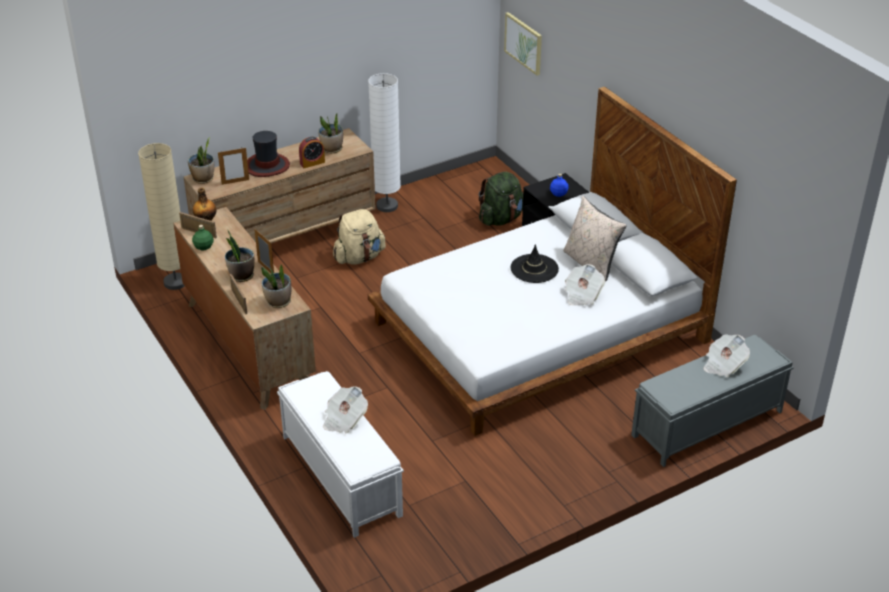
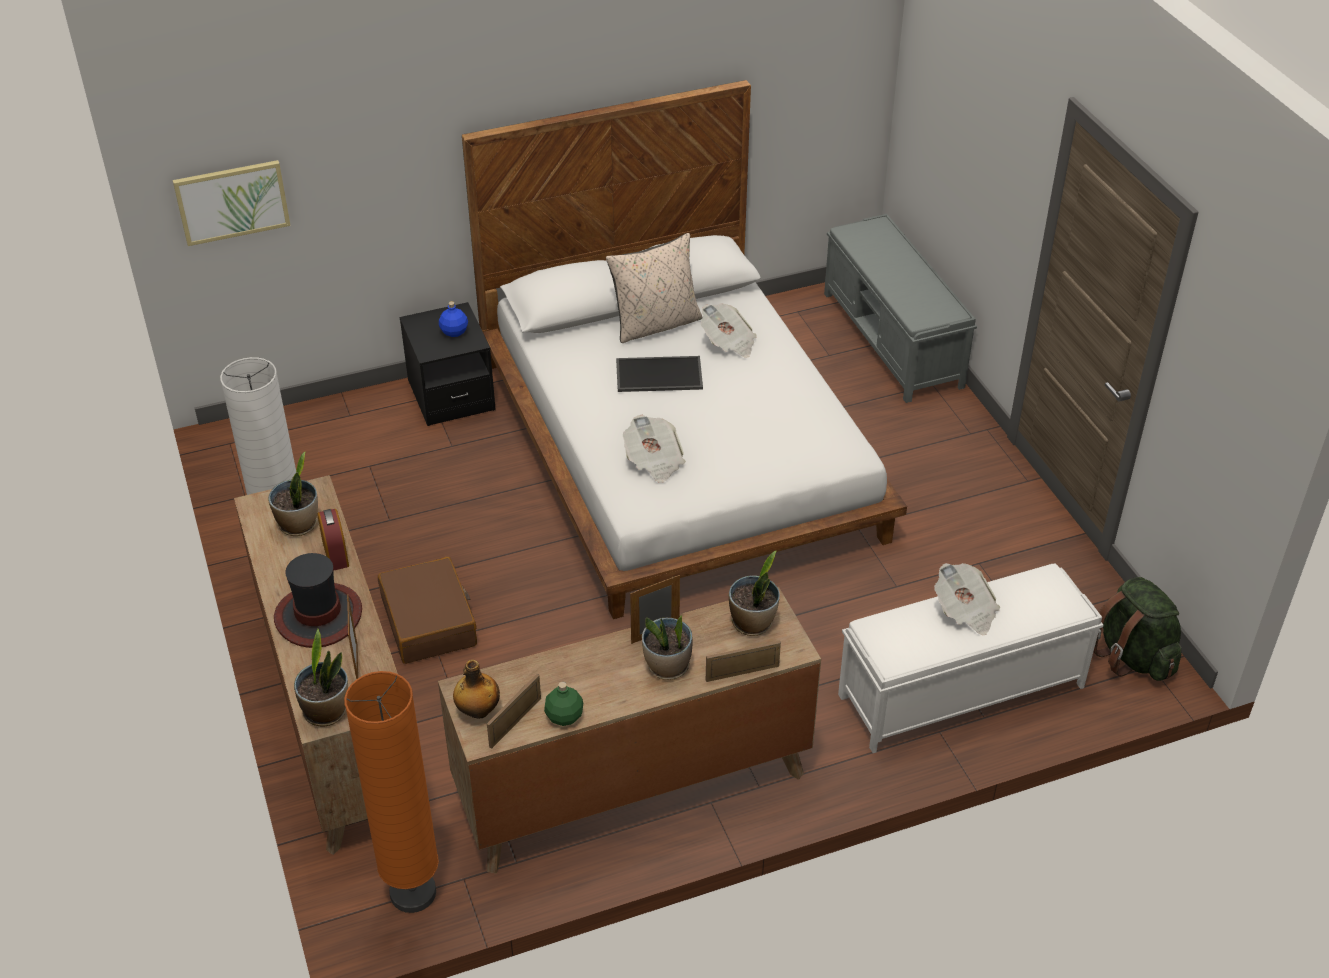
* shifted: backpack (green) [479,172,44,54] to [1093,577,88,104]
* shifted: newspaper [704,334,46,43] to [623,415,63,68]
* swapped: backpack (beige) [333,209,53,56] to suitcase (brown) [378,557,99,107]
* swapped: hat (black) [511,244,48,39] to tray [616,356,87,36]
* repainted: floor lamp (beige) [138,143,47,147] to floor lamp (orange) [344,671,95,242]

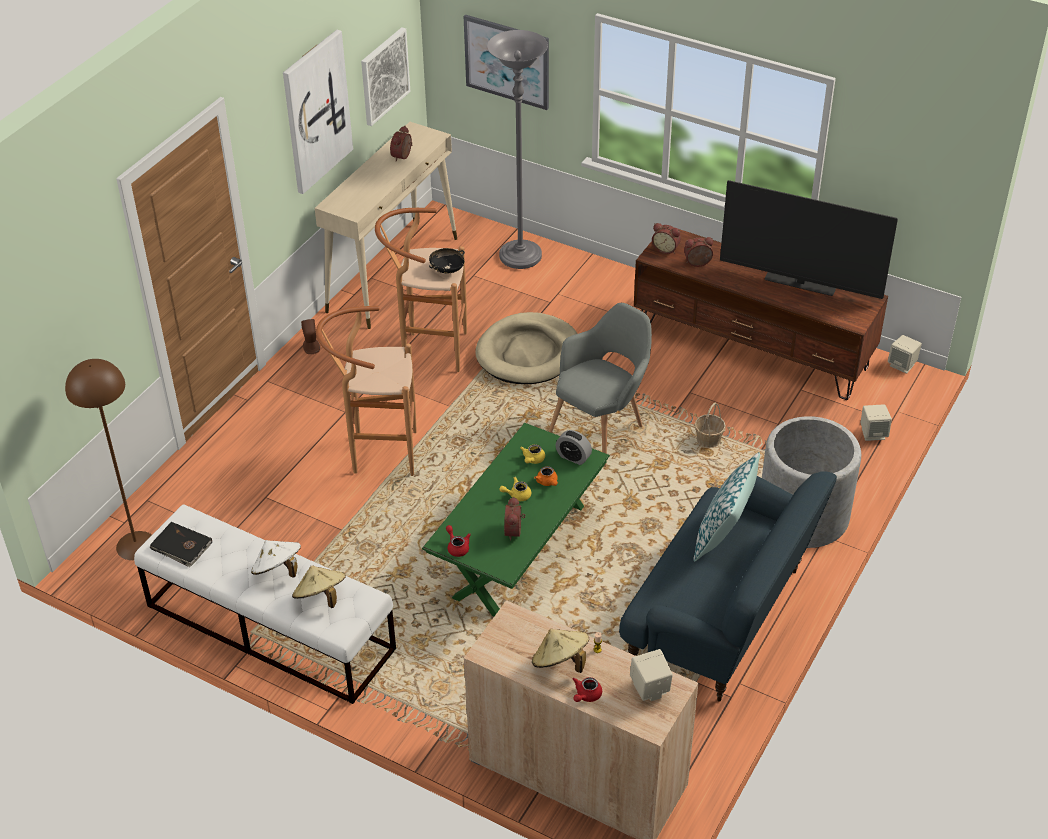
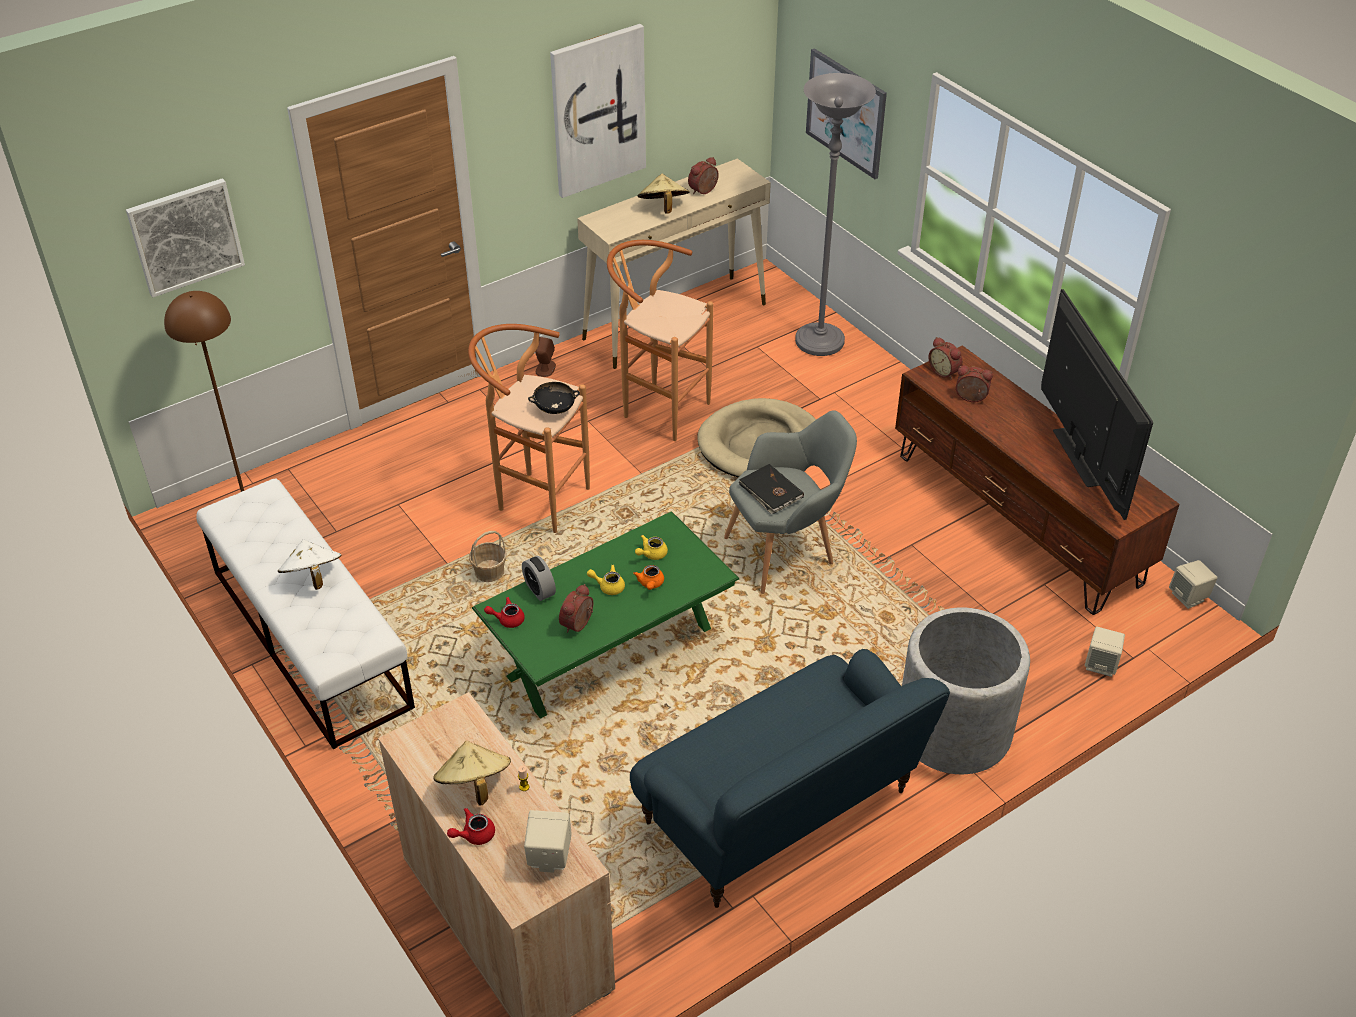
* gone: pillow [693,452,67,110]
* shifted: book (black) [150,522,62,45] to [738,464,66,50]
* shifted: hat (beige) [292,565,54,43] to [638,174,52,40]
* shifted: picture [361,27,49,99] to [126,178,119,119]
* shifted: bowl (black) [429,248,36,25] to [528,382,52,32]
* shifted: alarm clock [556,430,36,35] to [522,556,34,45]
* shifted: basket [694,402,32,46] to [469,531,38,51]
* rotated: teapot (red) [446,525,25,32] = [484,597,41,31] 90 degrees counterclockwise
* rotated: television [720,180,178,119] = [1041,289,112,231] 150 degrees counterclockwise

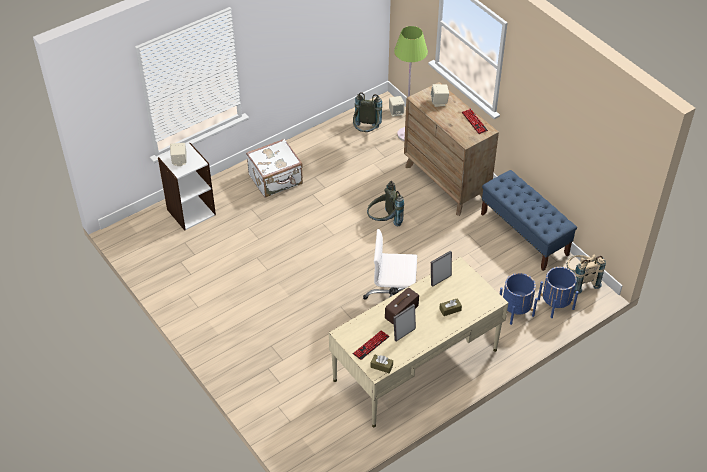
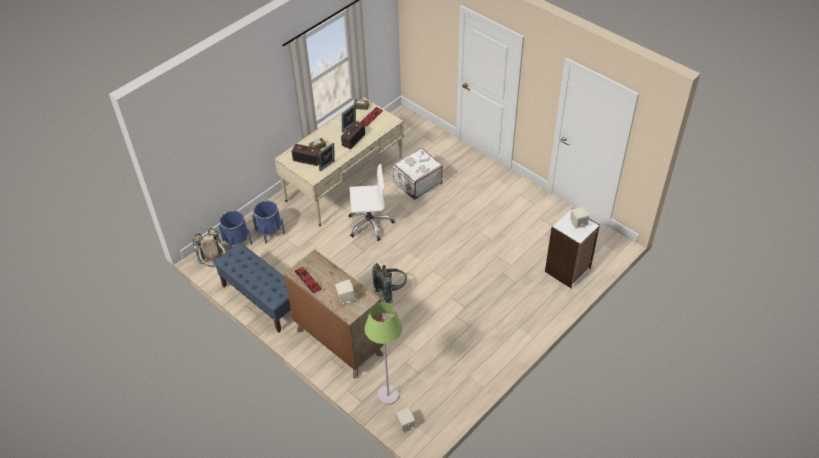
* gone: backpack (grey) [353,92,29,40]
* new: radio [292,144,29,22]
* shifted: suitcase (white) [246,139,57,59] to [392,147,51,53]

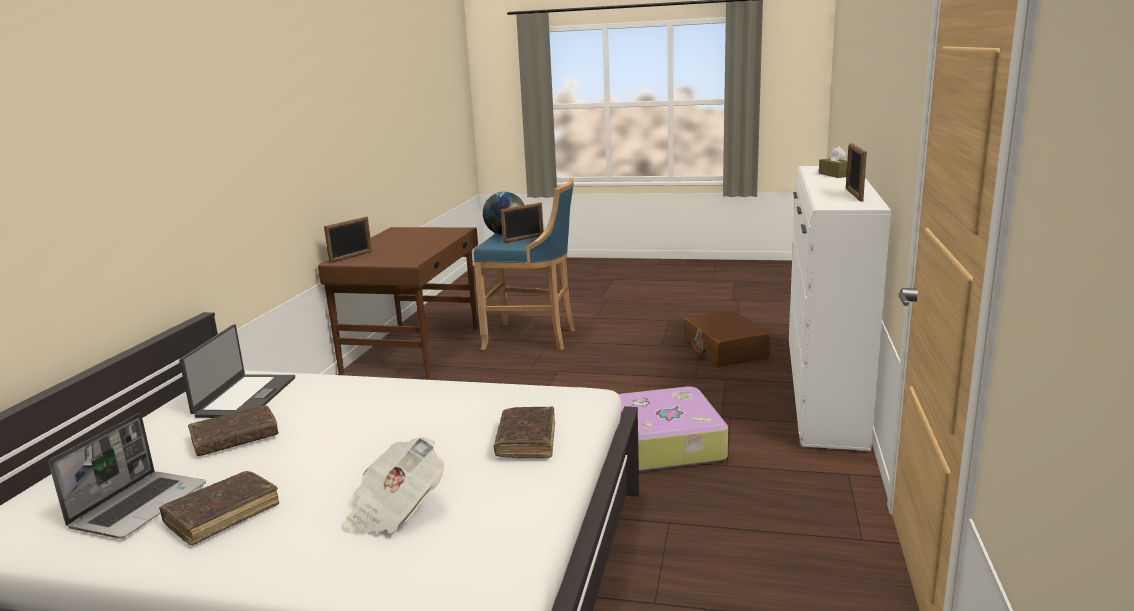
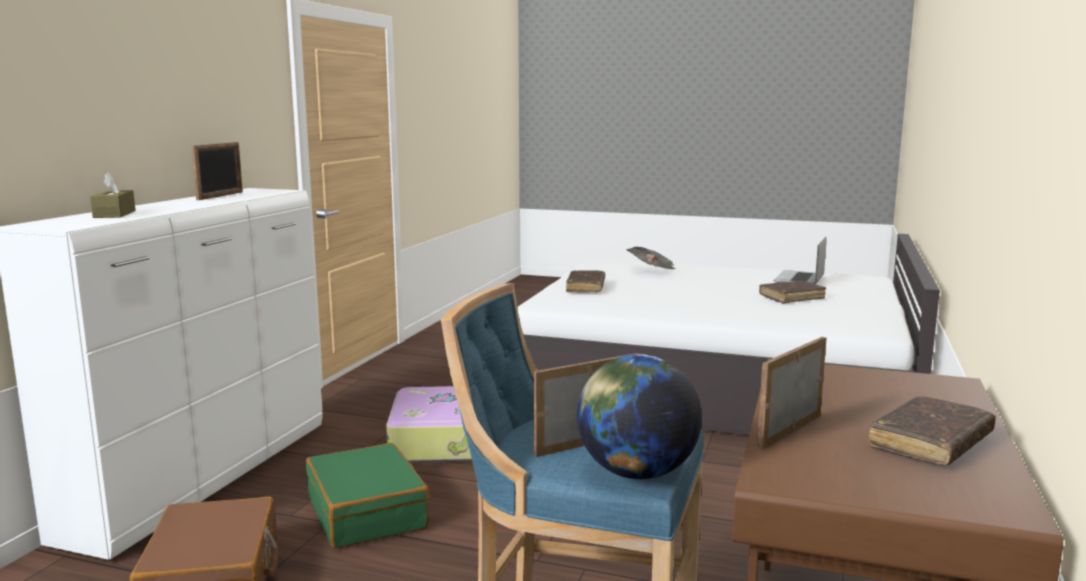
* gone: laptop [179,324,116,94]
* new: suitcase (green) [306,443,124,105]
* shifted: book (brown) [159,471,120,74] to [869,396,127,70]
* shifted: picture frame [324,217,48,46] to [757,337,69,113]

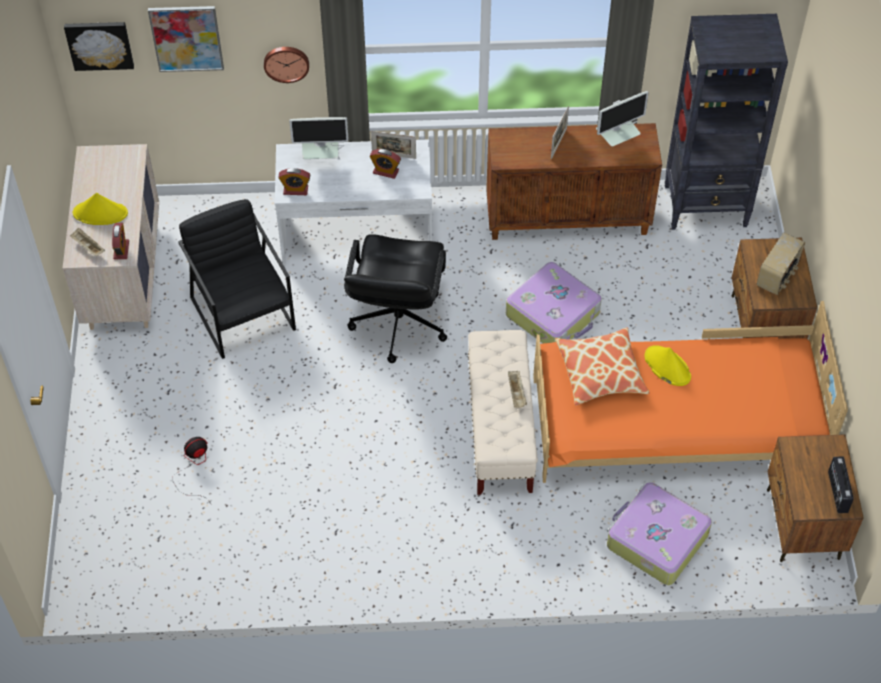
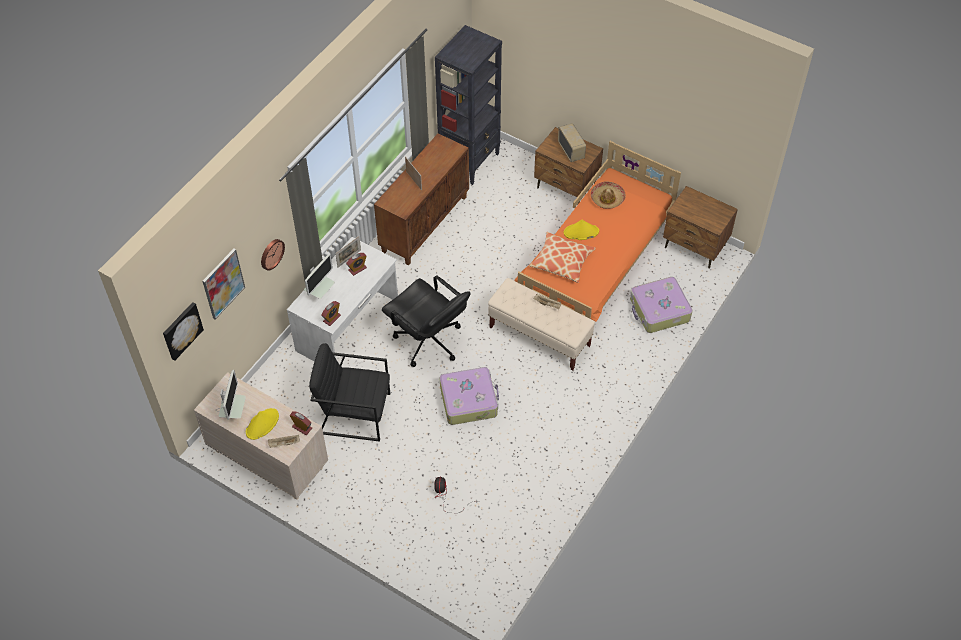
* gone: radio [828,456,26,57]
* new: hat [591,181,35,28]
* shifted: suitcase [506,262,96,81] to [440,367,59,58]
* shifted: monitor [596,91,52,55] to [216,370,30,50]

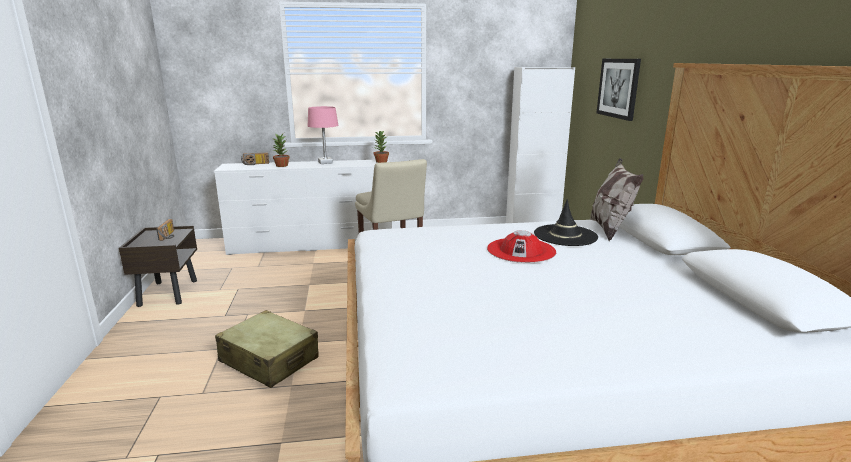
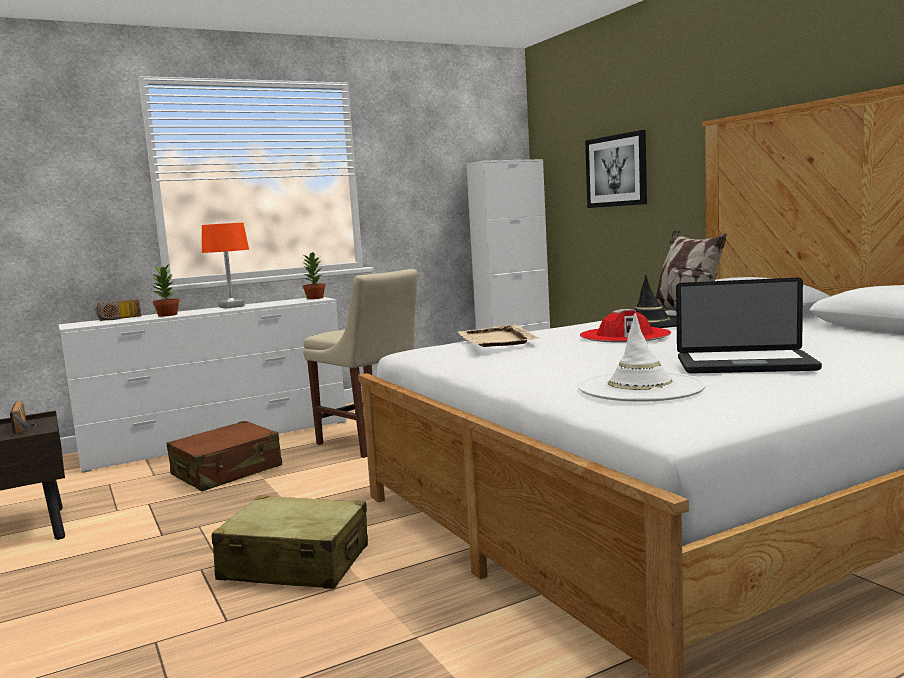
* new: suitcase (brown) [167,421,115,70]
* new: tray (beige) [458,324,81,23]
* new: hat (white) [578,313,128,89]
* new: laptop [676,278,146,96]
* repainted: table lamp (pink) [308,106,30,58] to table lamp (orange) [202,223,47,86]

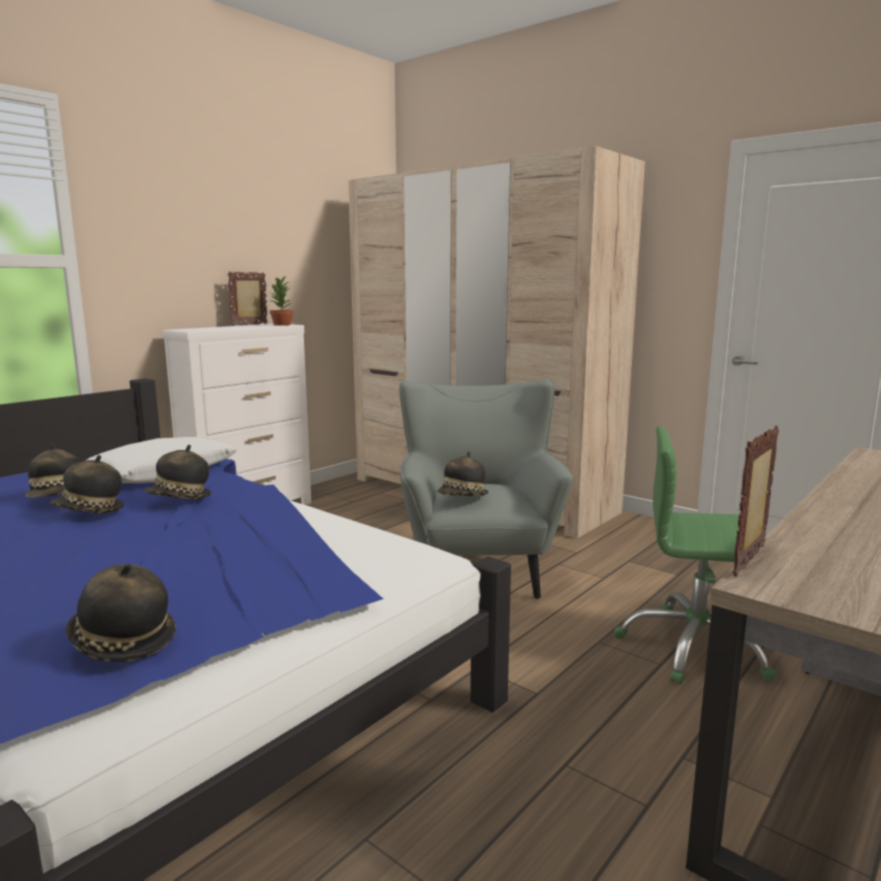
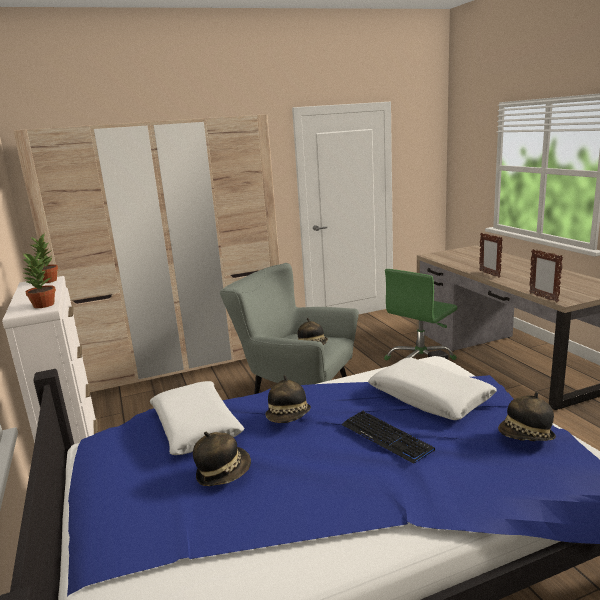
* gone: hat [50,455,74,58]
* new: potted plant [22,252,34,56]
* new: keyboard [341,411,94,53]
* new: pillow (white) [368,358,129,62]
* shifted: picture frame [228,271,40,55] to [479,233,24,45]

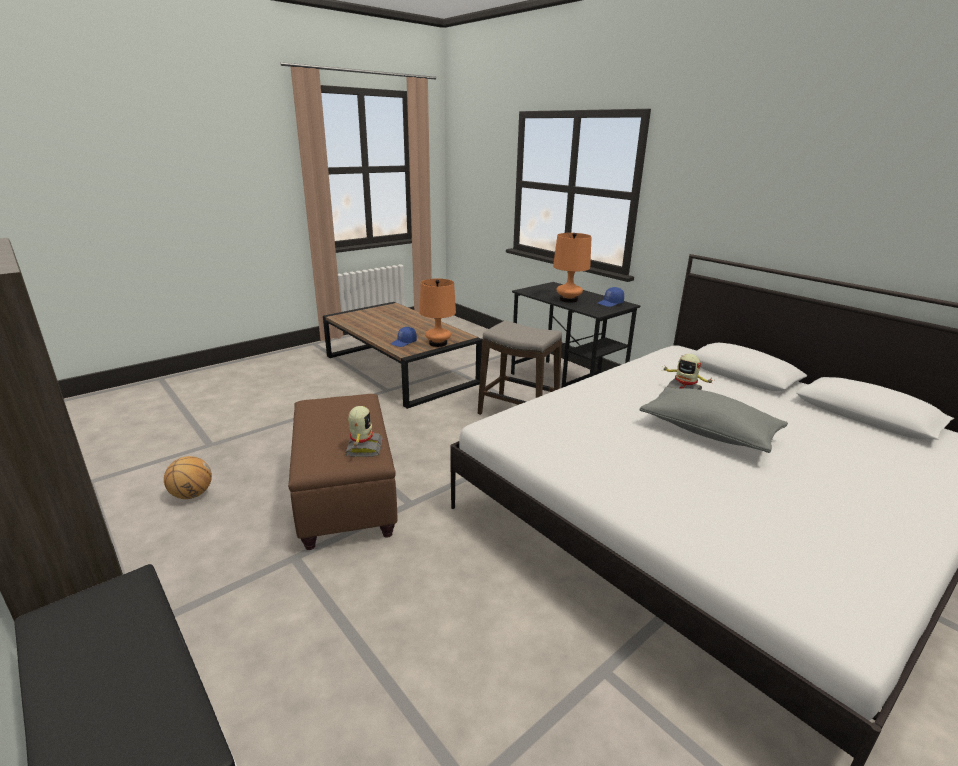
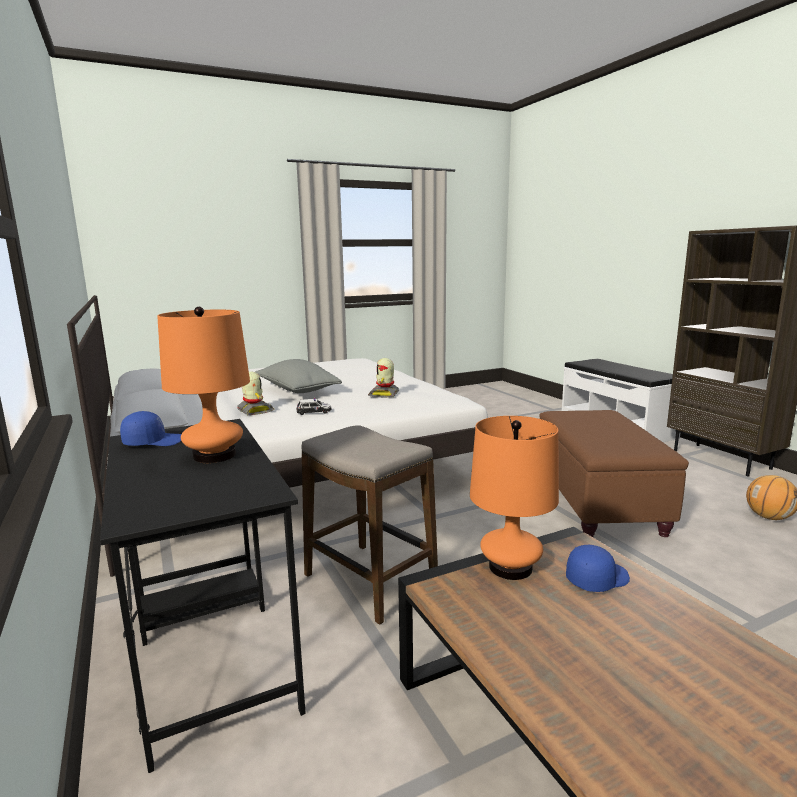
* new: toy car [297,398,35,17]
* shifted: toy robot [345,406,38,51] to [368,358,31,40]

